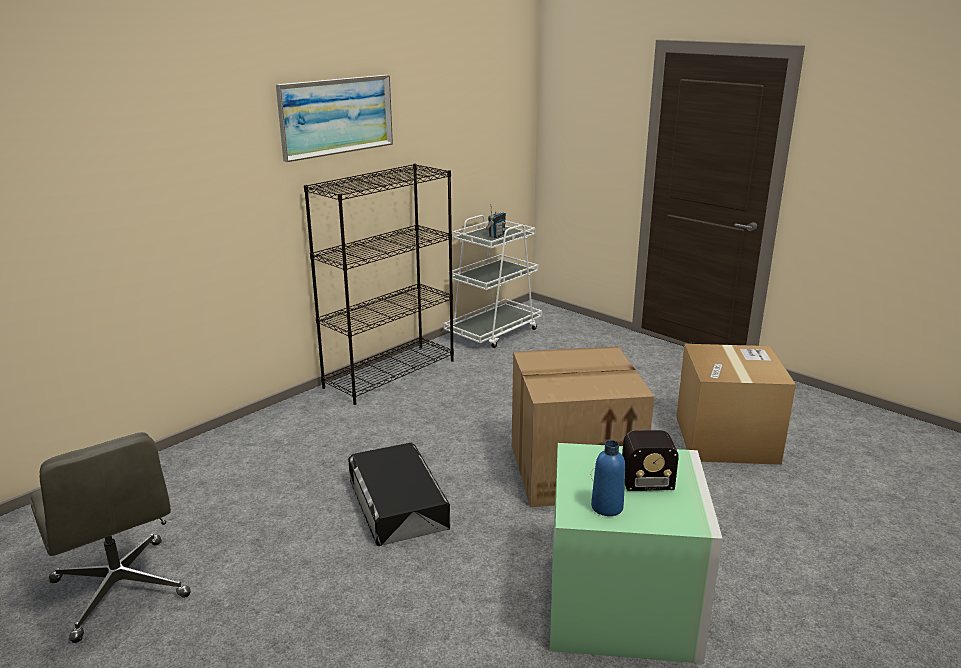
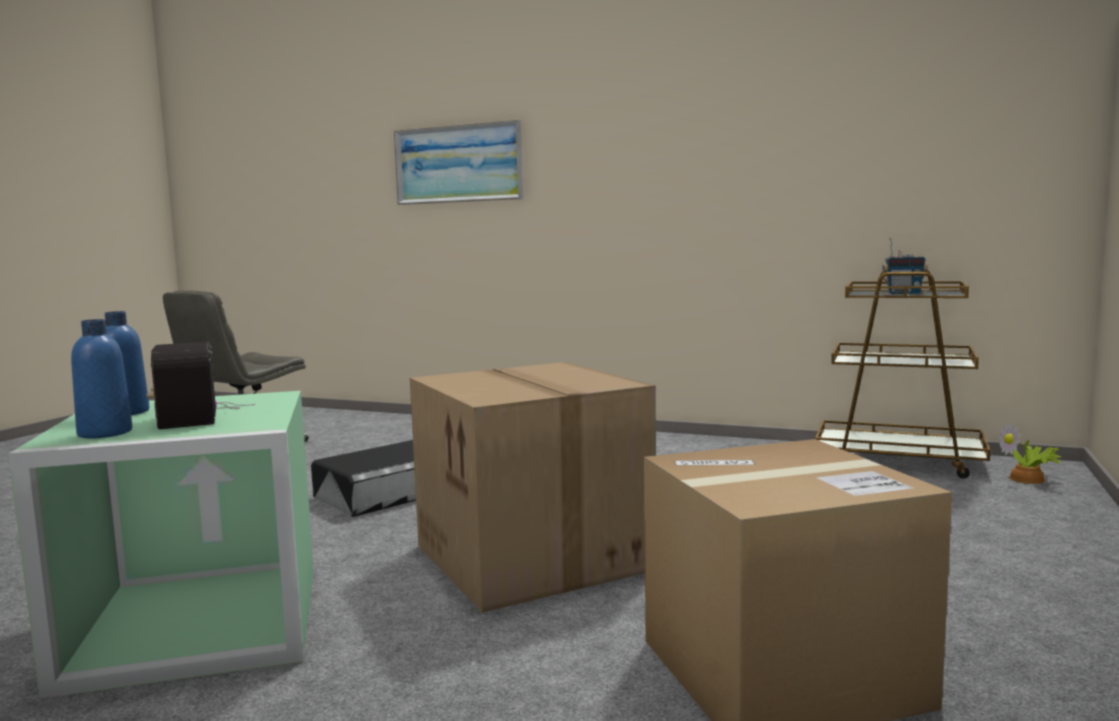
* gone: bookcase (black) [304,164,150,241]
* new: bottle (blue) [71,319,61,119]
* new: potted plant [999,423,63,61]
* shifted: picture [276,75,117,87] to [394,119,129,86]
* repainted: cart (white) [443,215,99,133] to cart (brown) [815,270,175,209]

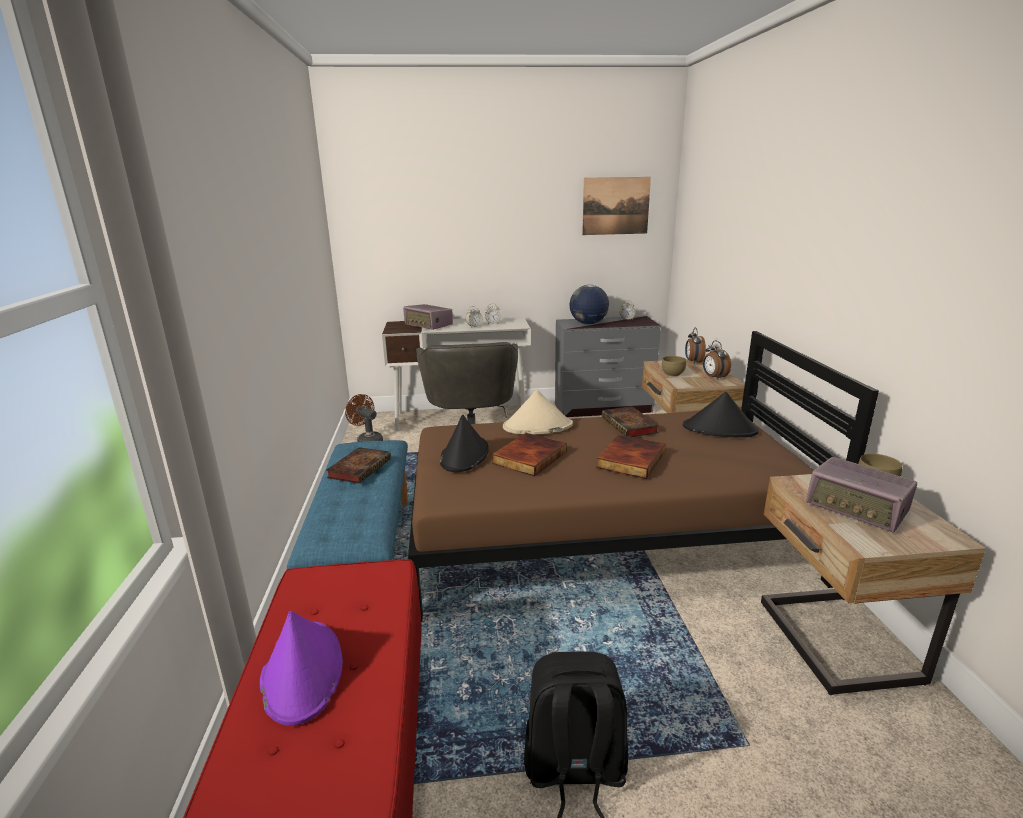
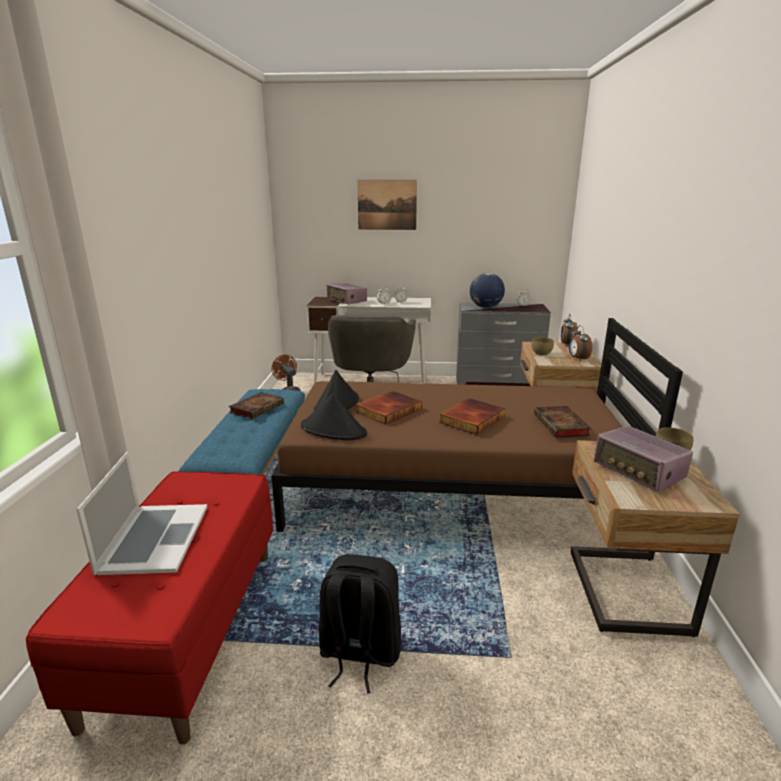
* gone: hat (beige) [503,390,70,44]
* shifted: picture [582,177,69,58] to [357,180,60,50]
* shifted: book [602,406,57,31] to [534,406,58,32]
* shifted: hat (black) [683,392,76,45] to [301,393,66,47]
* swapped: hat (purple) [260,611,83,115] to laptop [76,452,132,123]

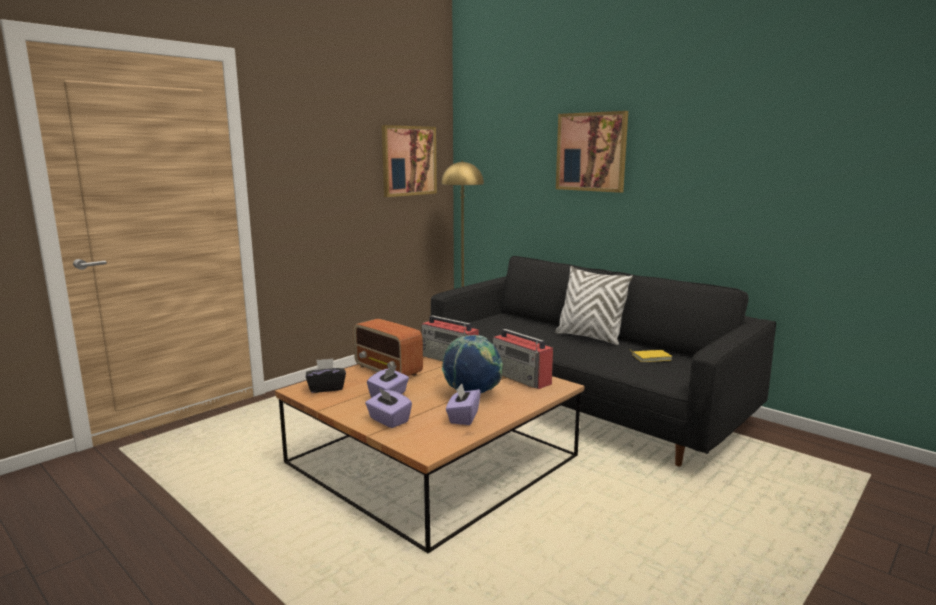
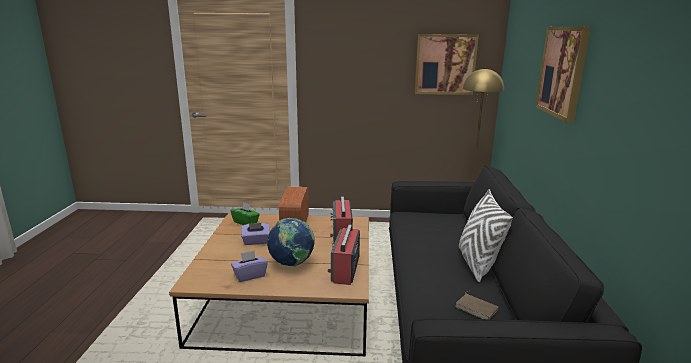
* gone: tissue box (purple) [365,388,47,40]
* repainted: tissue box (black) [306,358,40,35] to tissue box (green) [231,202,29,23]
* repainted: book (yellow) [631,350,41,12] to book (brown) [455,291,44,28]

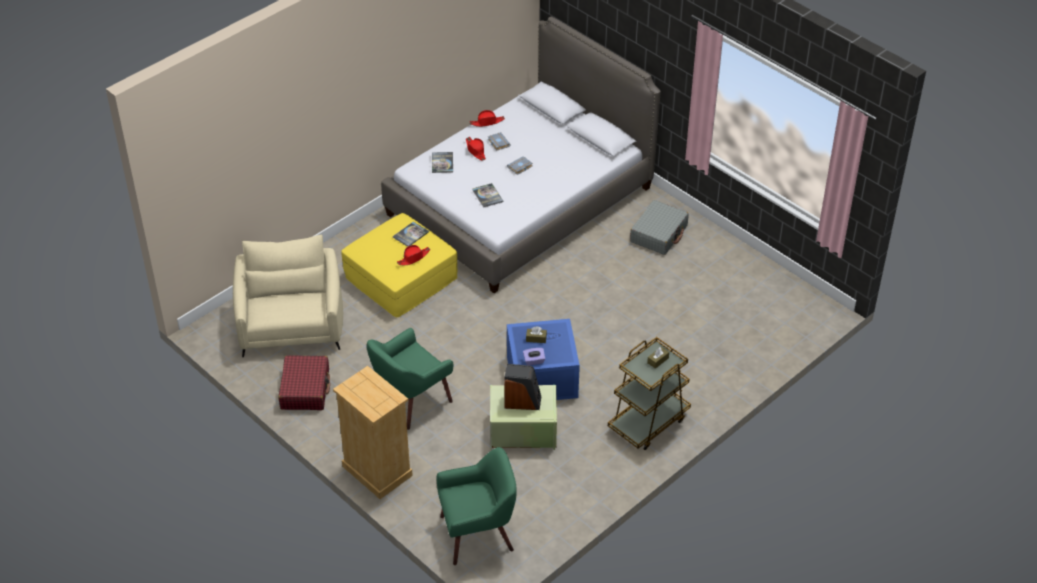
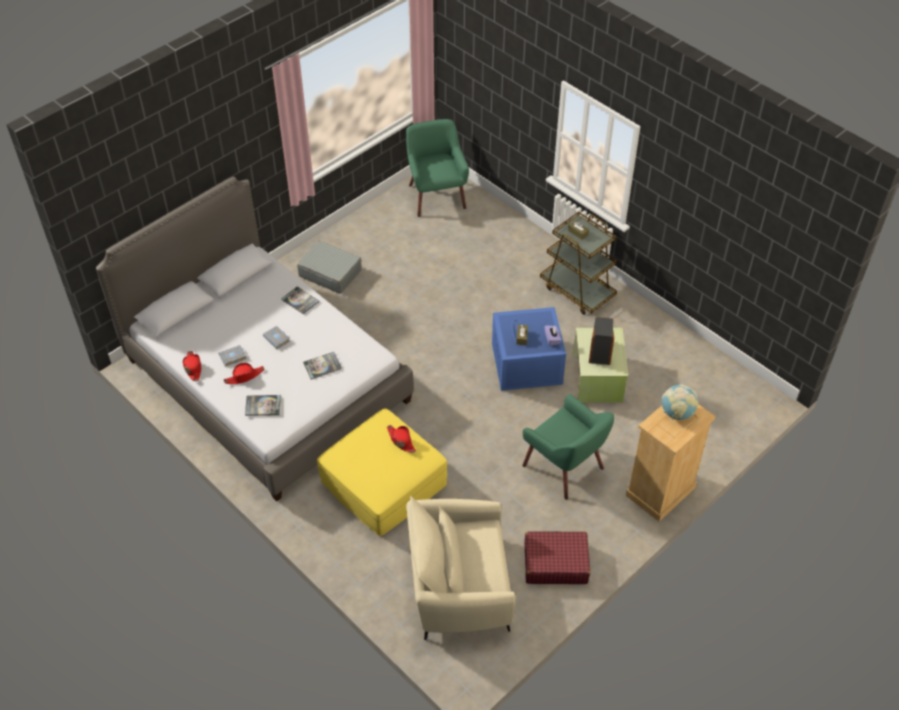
* new: globe [662,384,36,36]
* shifted: book [393,221,36,26] to [281,286,39,29]
* shifted: armchair (green) [436,447,81,118] to [406,119,63,98]

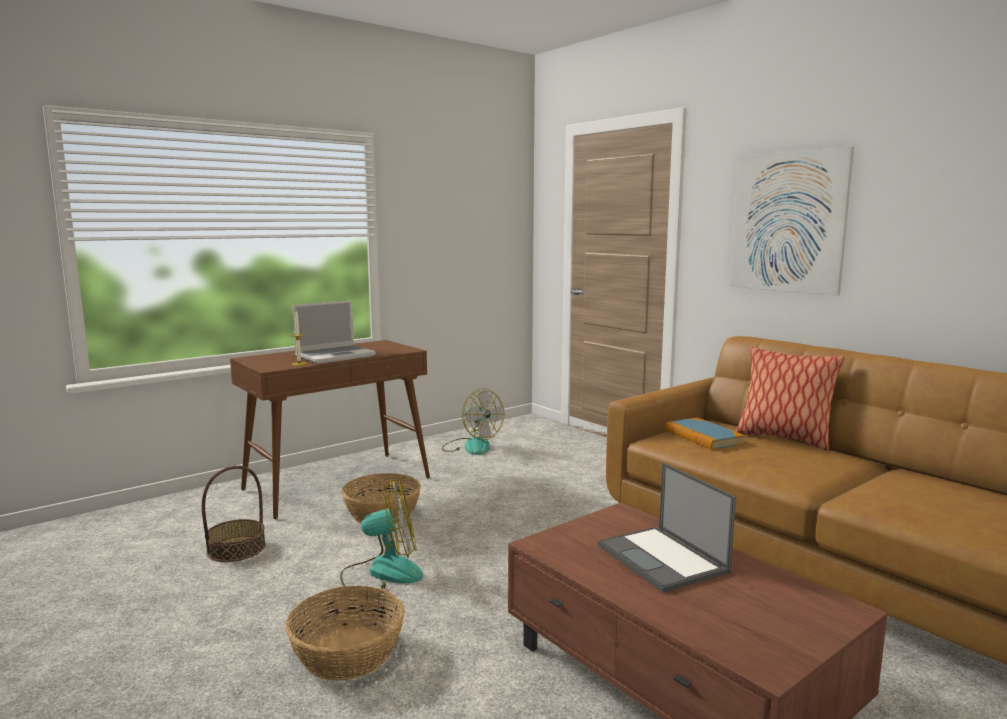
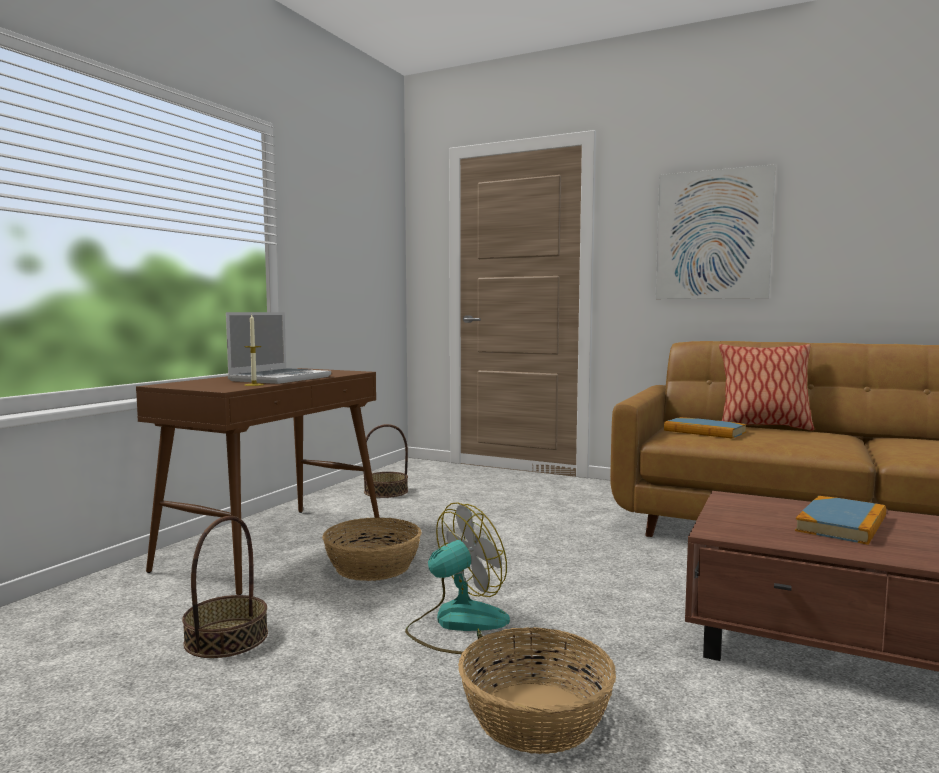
* swapped: fan [442,388,62,67] to basket [363,424,45,74]
* swapped: laptop [598,462,138,131] to book [795,496,91,49]

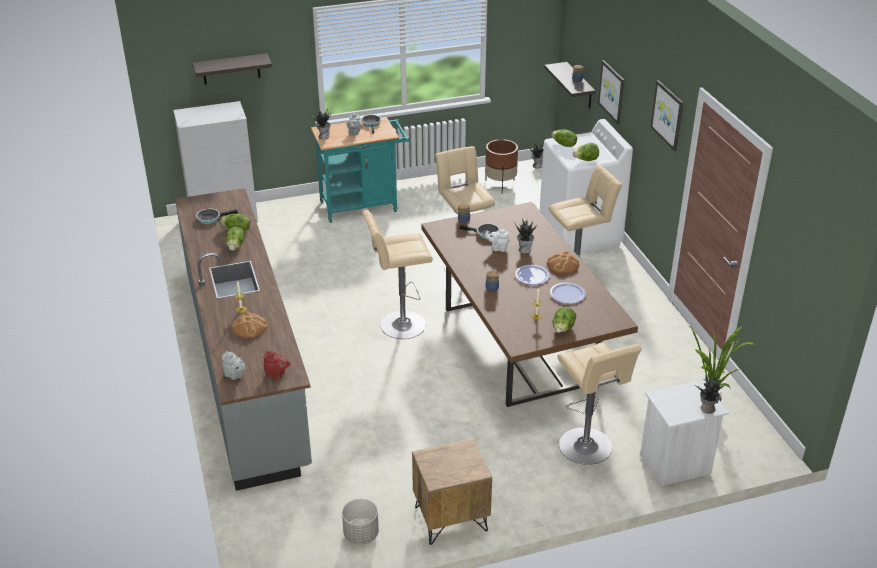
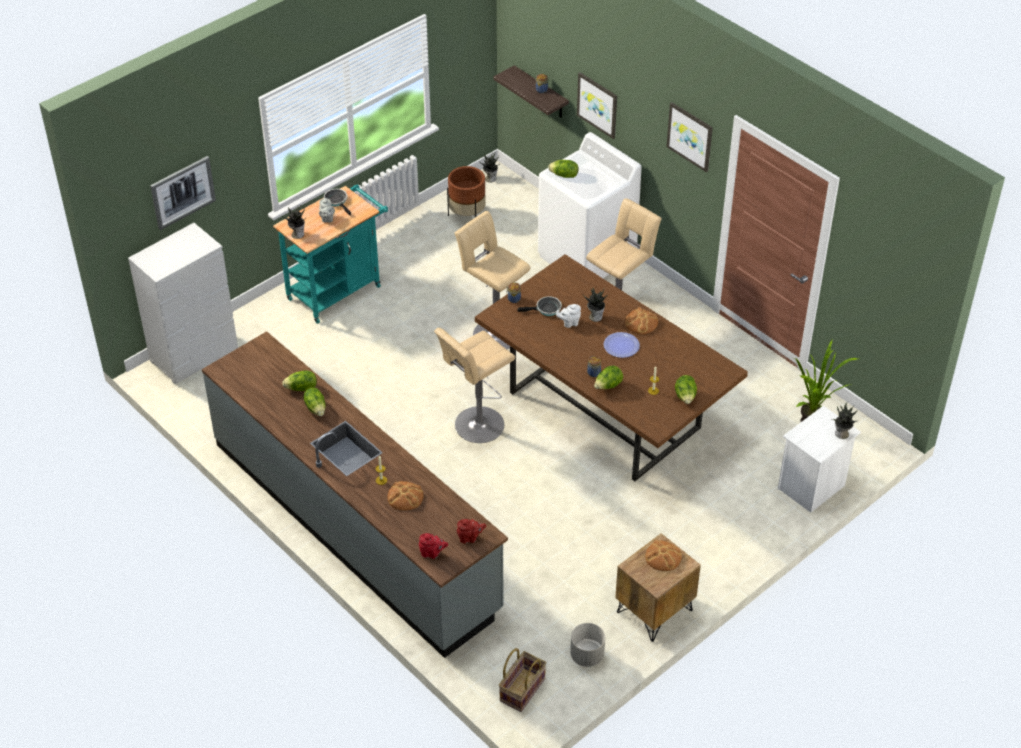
* gone: frying pan [196,208,42,16]
* gone: plate [550,283,36,21]
* gone: stool (beige) [557,342,85,123]
* new: basket [499,648,47,64]
* new: bread [645,540,37,31]
* shifted: lettuce [572,143,27,18] to [594,366,29,23]
* swapped: shelf [192,53,80,32] to picture [150,156,66,74]
* repainted: teapot (grey) [222,351,24,29] to teapot (red) [419,533,29,26]

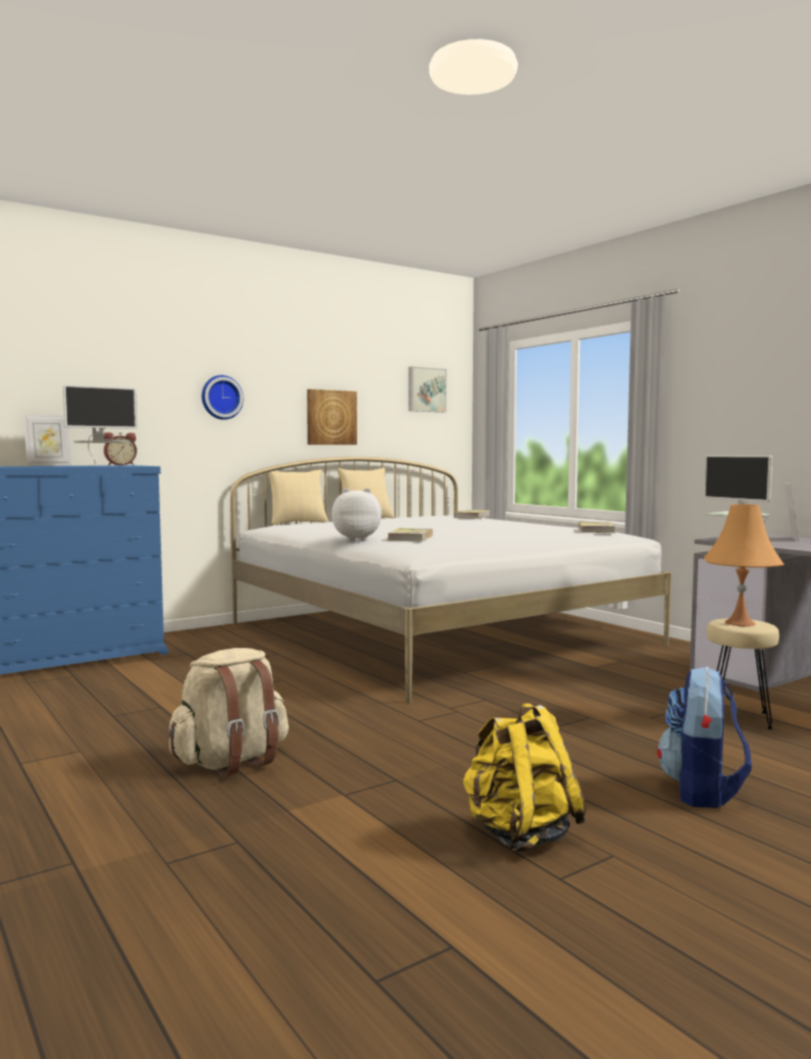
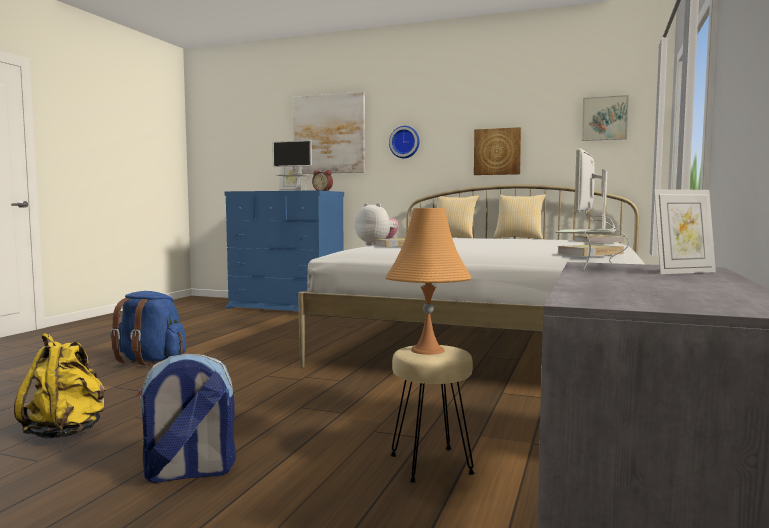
* new: picture [293,92,72,82]
* repainted: backpack (beige) [167,648,122,129] to backpack (blue) [110,291,76,74]

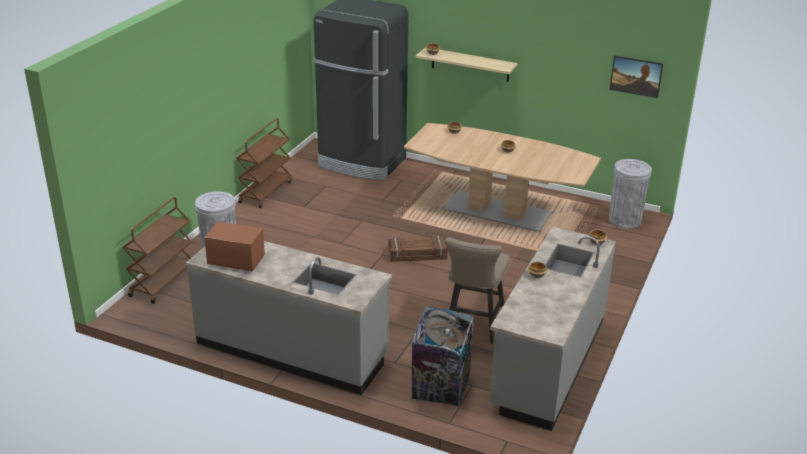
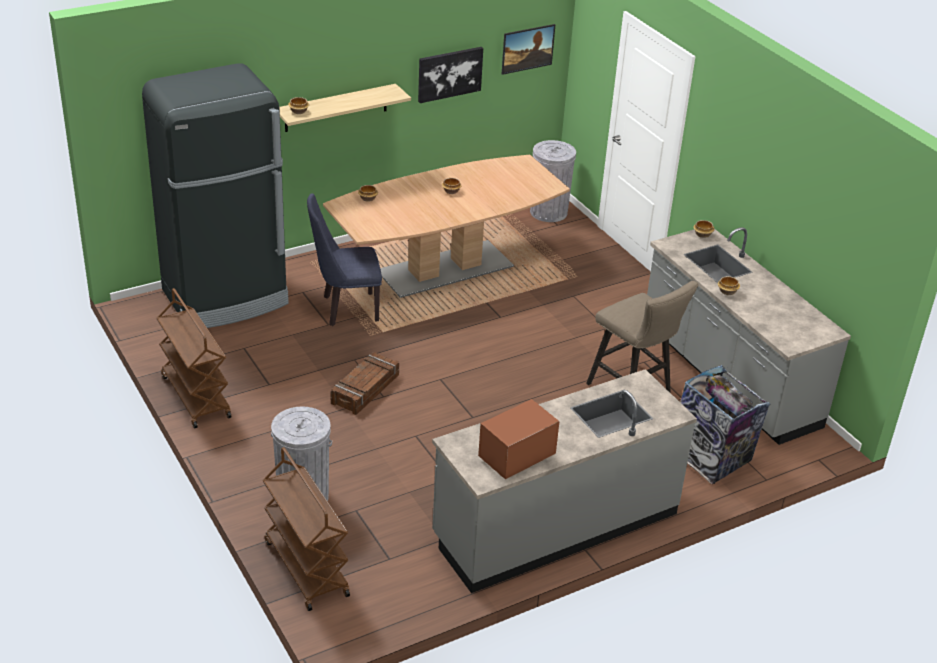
* new: chair (blue) [307,193,75,133]
* new: picture [418,47,65,56]
* shifted: crate [388,236,60,26] to [330,352,69,63]

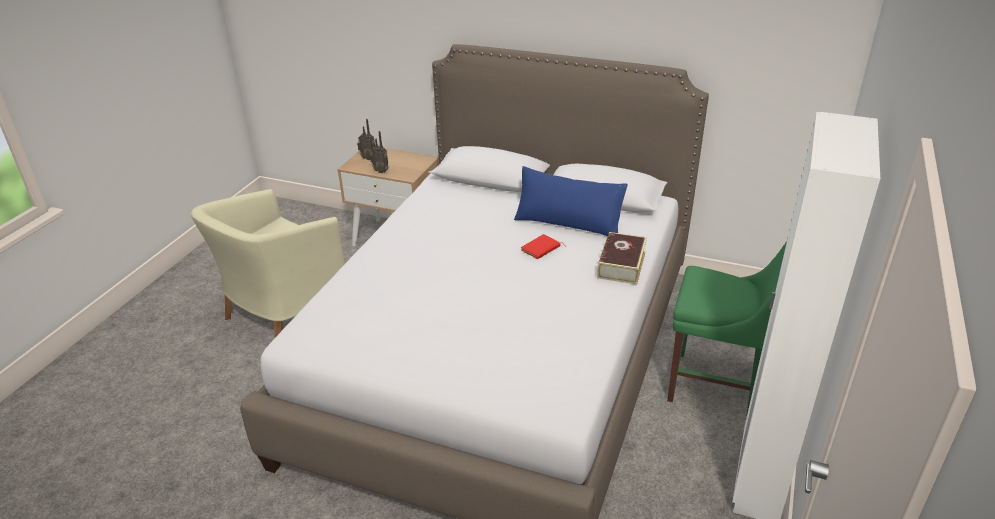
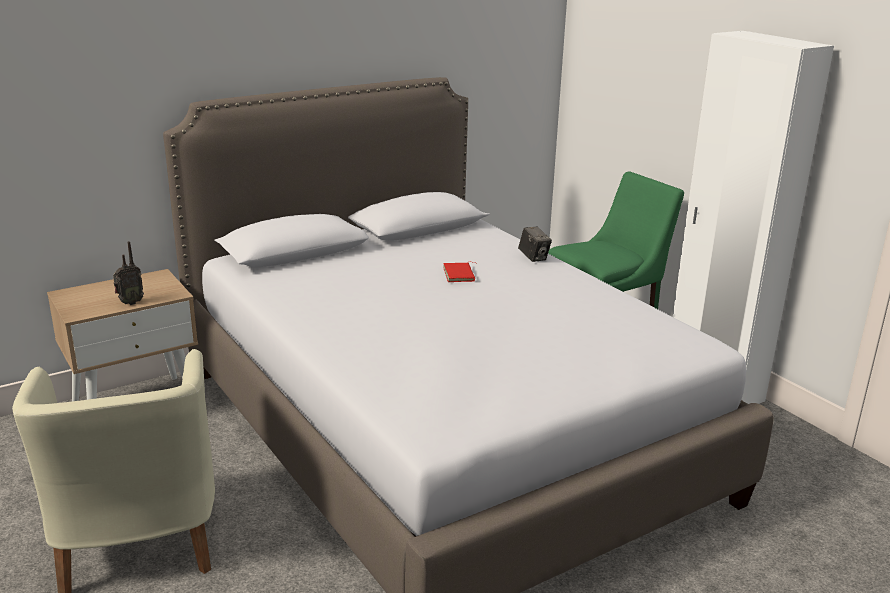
* gone: radio [357,119,18,41]
* gone: pillow (blue) [514,166,114,70]
* swapped: book [597,232,50,52] to photo camera [518,226,34,36]

